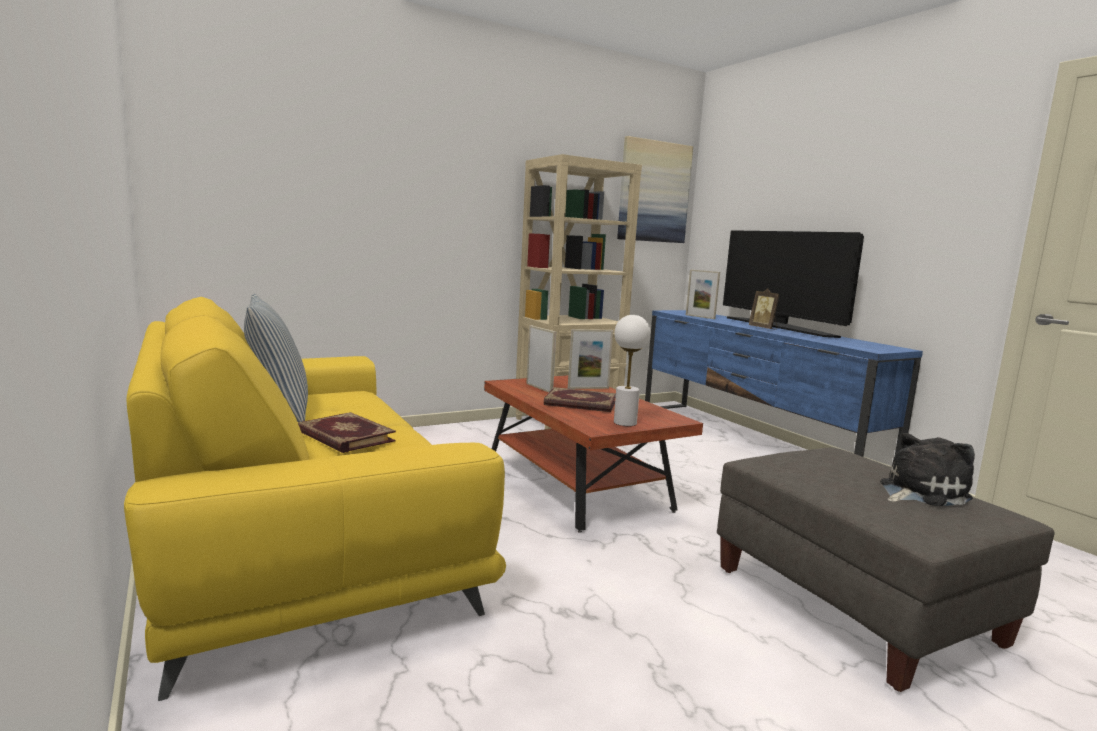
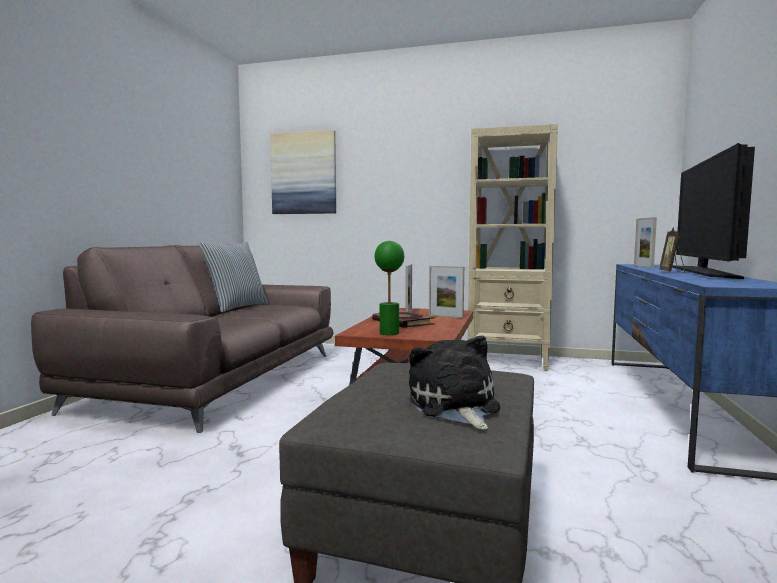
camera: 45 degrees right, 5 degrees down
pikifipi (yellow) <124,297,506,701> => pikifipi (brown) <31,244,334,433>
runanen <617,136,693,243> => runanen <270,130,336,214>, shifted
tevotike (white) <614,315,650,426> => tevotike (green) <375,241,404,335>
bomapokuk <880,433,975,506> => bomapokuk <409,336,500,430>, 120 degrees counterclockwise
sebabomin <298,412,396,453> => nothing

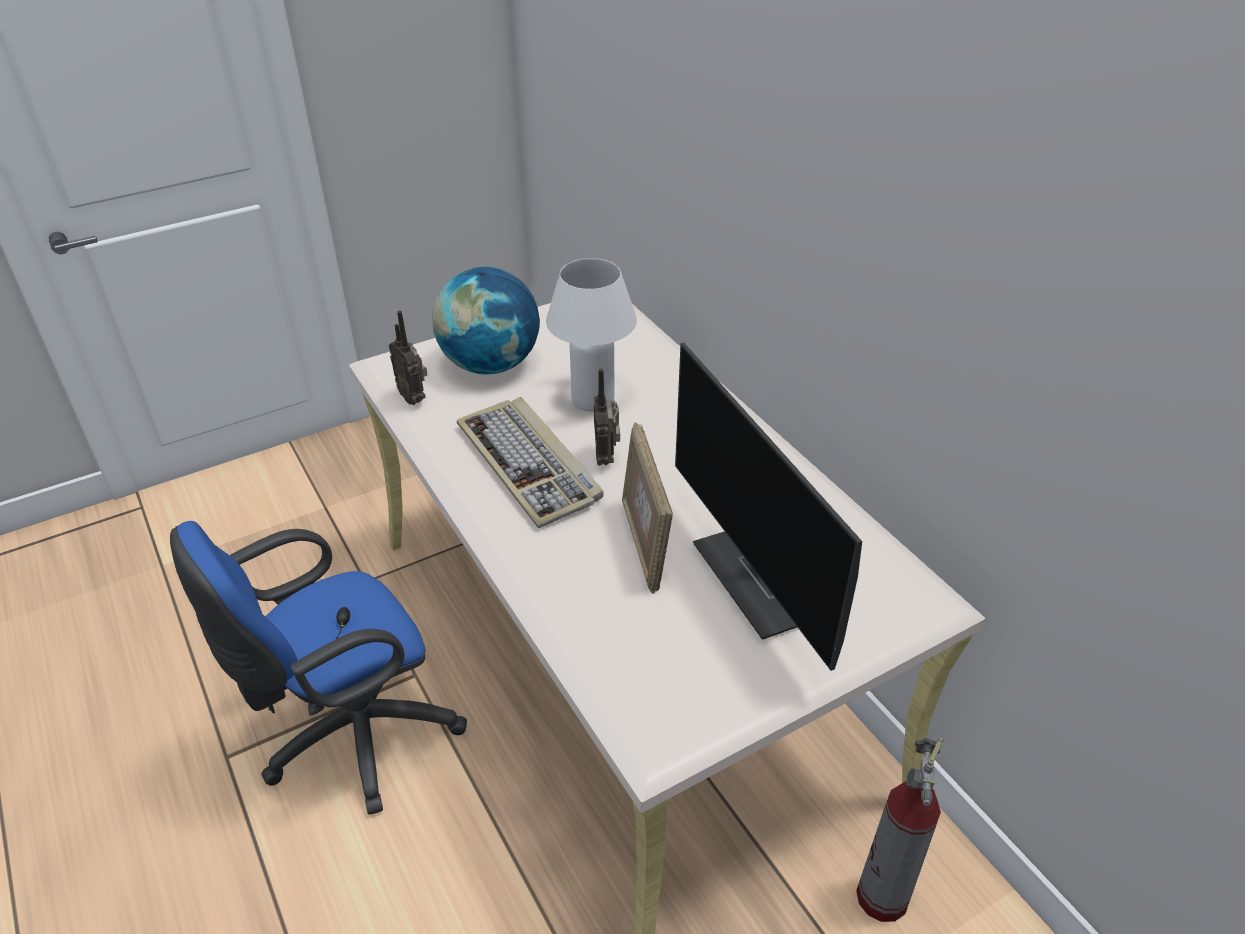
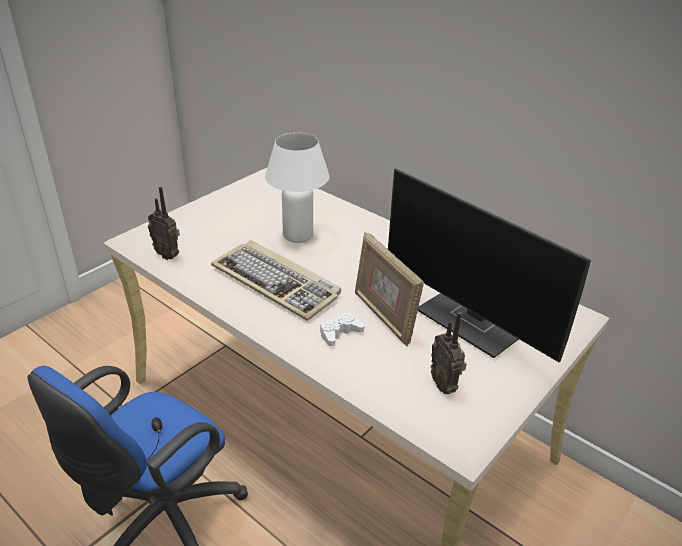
camera: 20 degrees left, 5 degrees down
nothing => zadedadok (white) <320,312,364,346>
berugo <594,369,620,466> => berugo <431,312,467,394>, shifted
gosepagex <432,267,540,375> => nothing
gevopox <856,737,944,922> => nothing

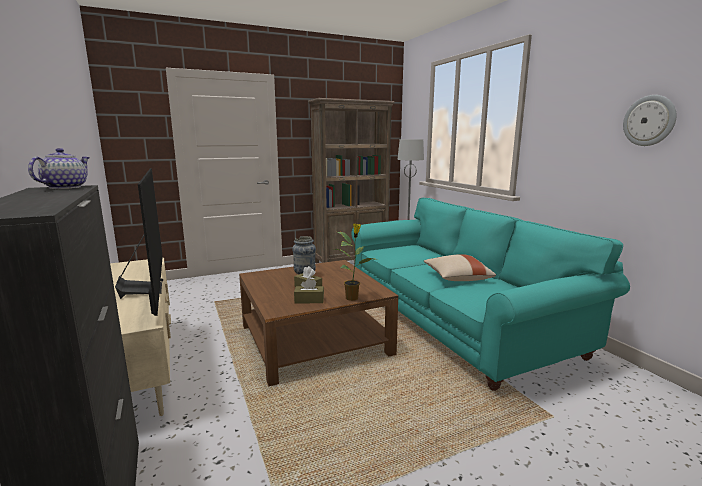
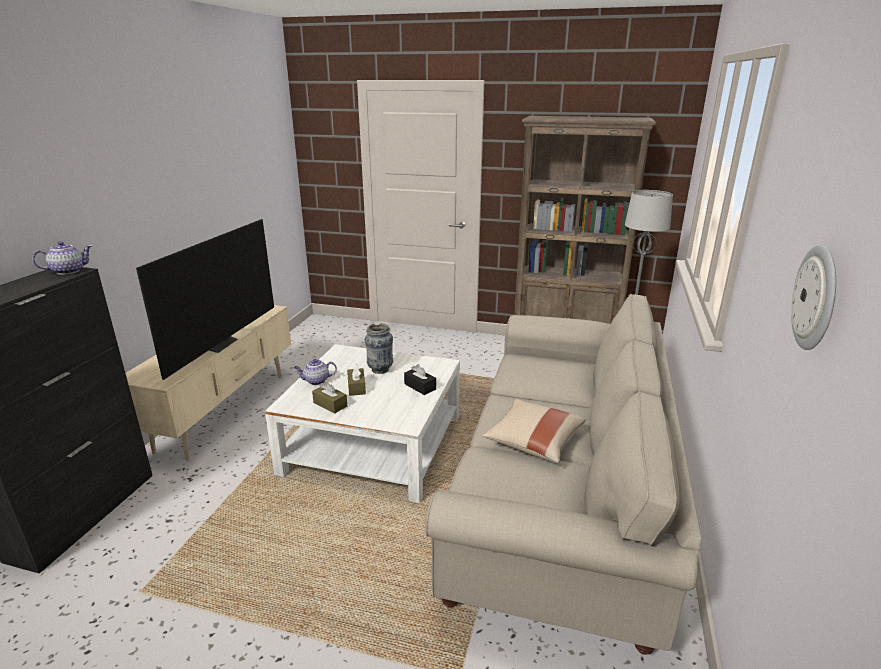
camera: 40 degrees right, 10 degrees up
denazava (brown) <239,260,398,386> => denazava (white) <265,344,460,503>
nothing => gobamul <294,359,337,385>
nothing => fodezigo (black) <404,364,436,395>
pikifipi (turquoise) <351,198,630,391> => pikifipi (beige) <425,294,701,655>
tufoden <333,223,377,301> => nothing

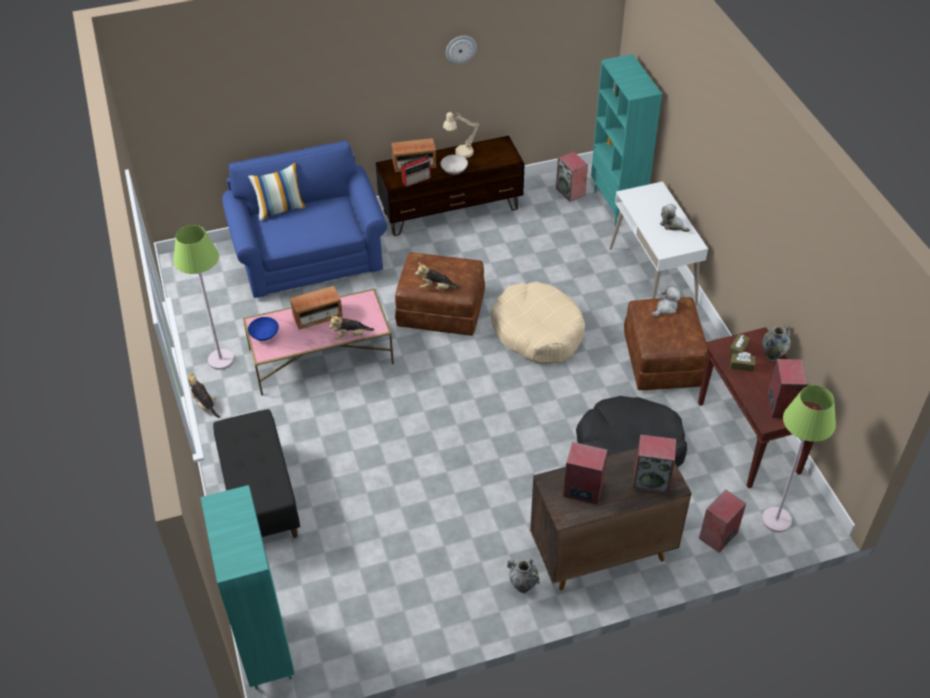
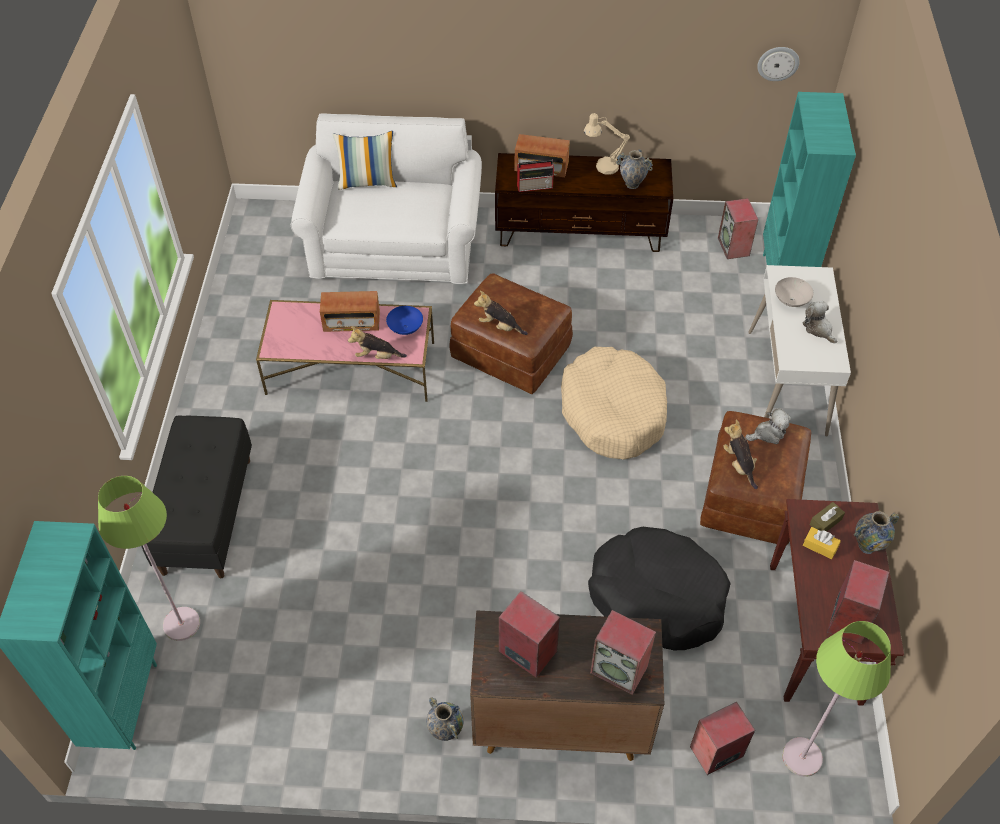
camera: 20 degrees right, 5 degrees up
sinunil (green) <174,225,234,370> => sinunil (green) <98,476,200,641>, shifted
pikifipi (blue) <222,140,387,298> => pikifipi (white) <291,114,482,284>
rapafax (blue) <248,317,279,341> => rapafax (blue) <386,306,423,335>, shifted
nothing => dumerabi <616,149,653,189>
bomapokuk <188,372,220,418> => bomapokuk <723,419,758,489>, shifted
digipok <446,36,477,64> => digipok <757,47,800,81>, shifted
rapafax (white) <440,155,468,174> => rapafax (white) <775,277,814,307>, shifted
fodezigo (brown) <730,352,755,372> => fodezigo (yellow) <803,527,841,559>

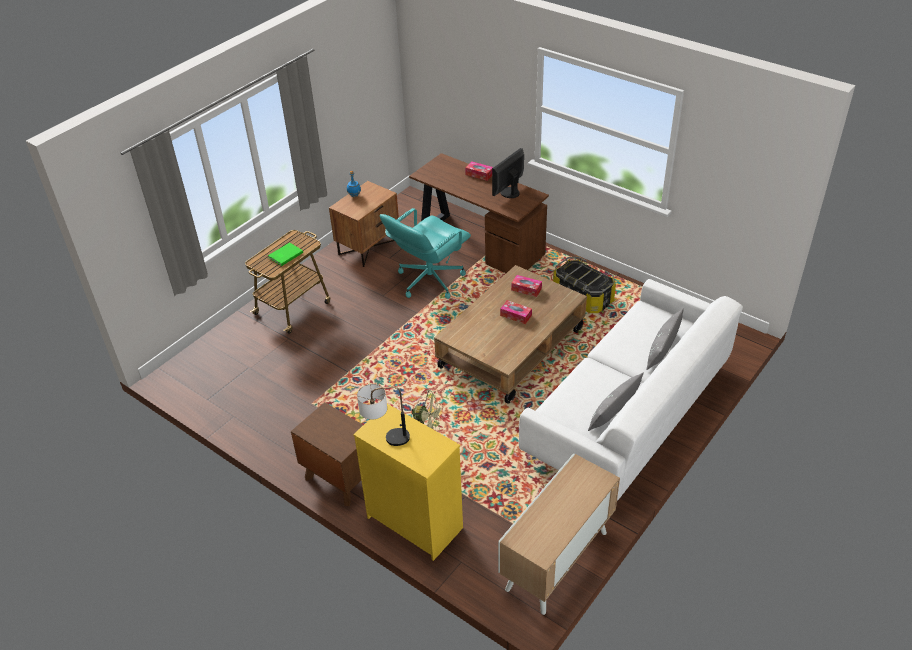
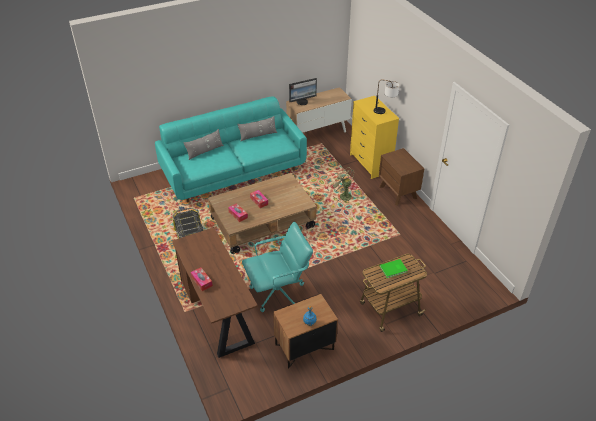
camera: 155 degrees left, 0 degrees up
pikifipi (white) <519,279,743,501> => pikifipi (turquoise) <155,96,307,202>
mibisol <492,148,524,198> => mibisol <289,78,317,105>, shifted

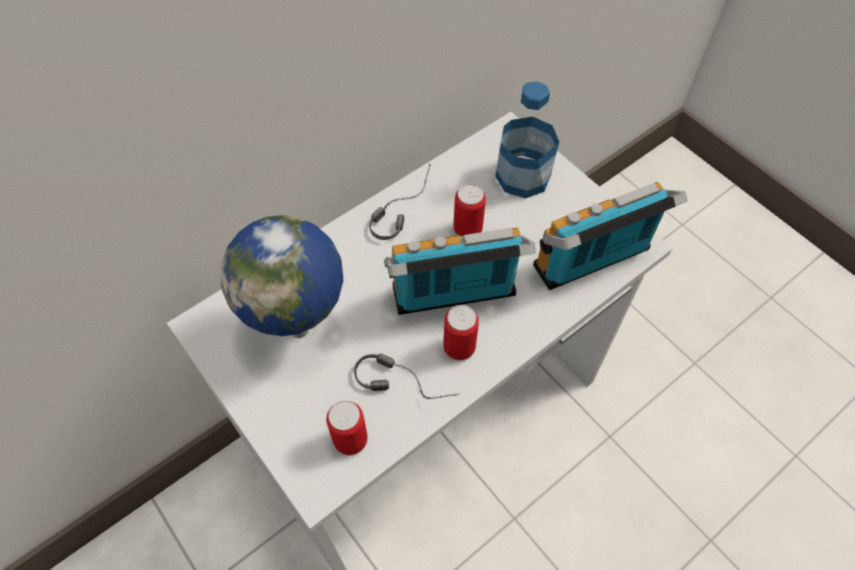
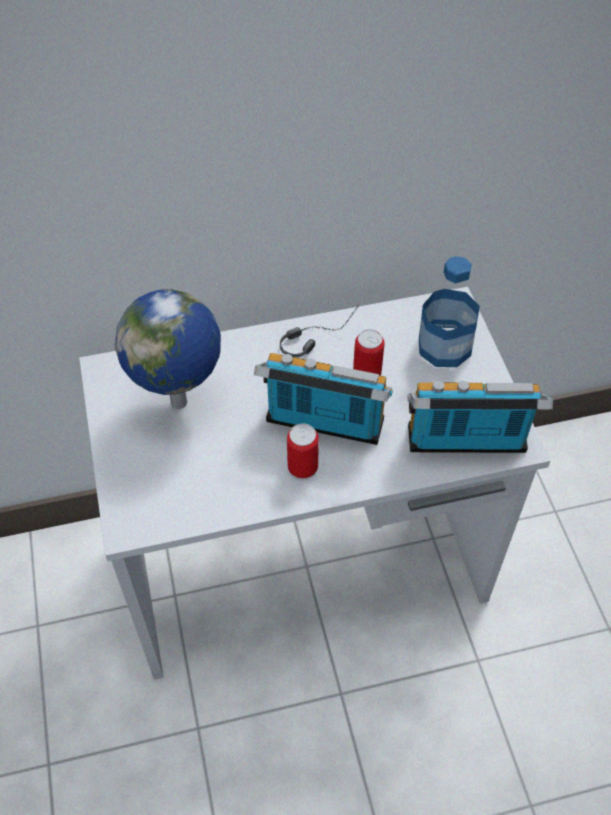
camera: 25 degrees right, 5 degrees down
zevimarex <326,401,368,456> => nothing
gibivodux <354,354,460,399> => nothing

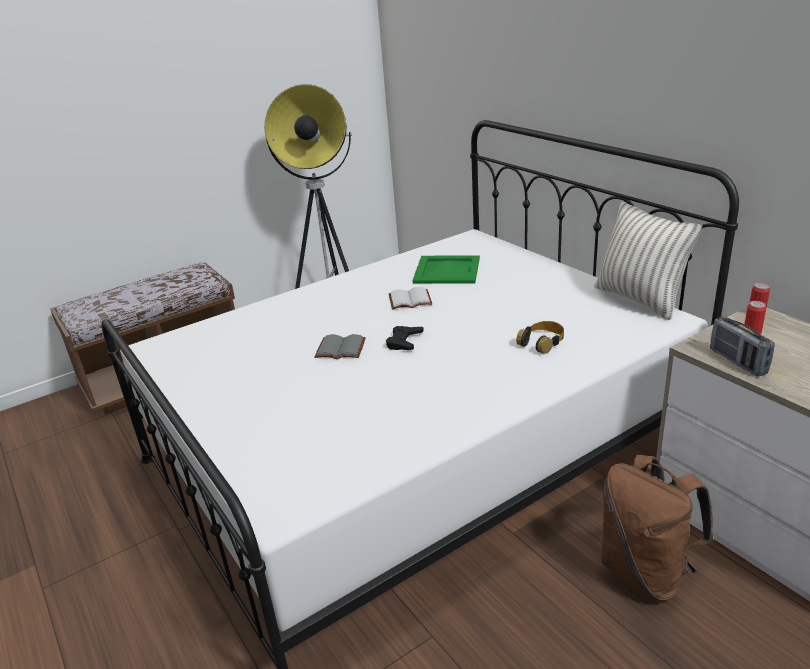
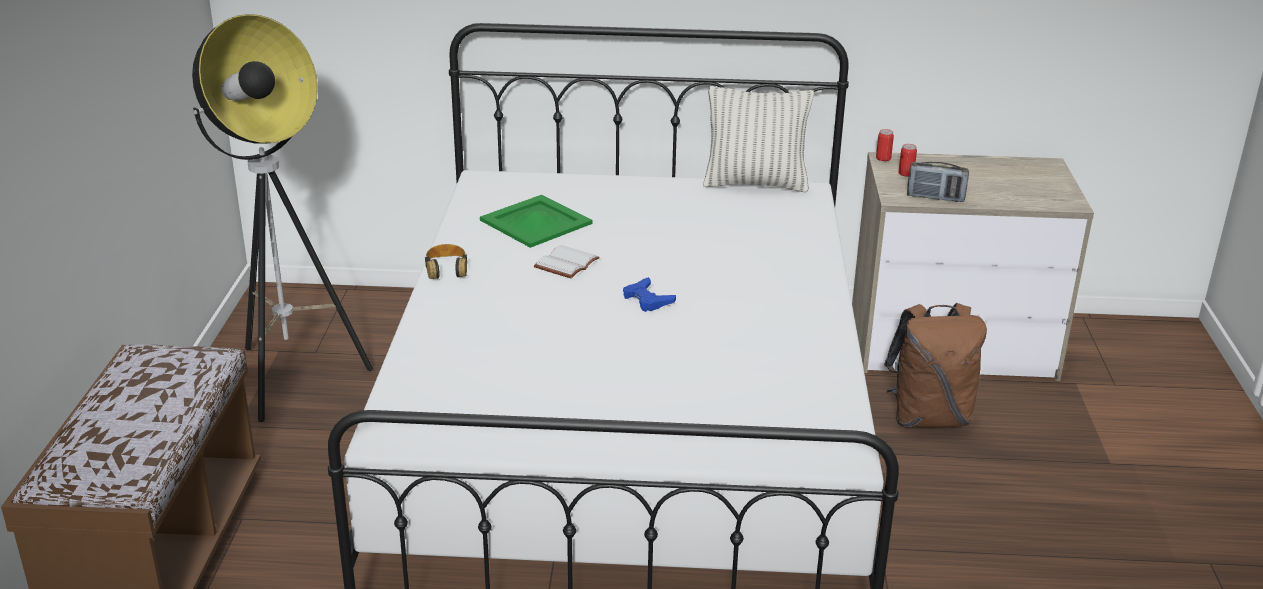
camera: 55 degrees left, 0 degrees up
gibivodux <516,321,564,354> => gibivodux <425,244,467,279>, shifted
zadedadok (black) <386,326,424,350> => zadedadok (blue) <623,277,676,312>
sebabomin (grey) <314,334,366,359> => nothing

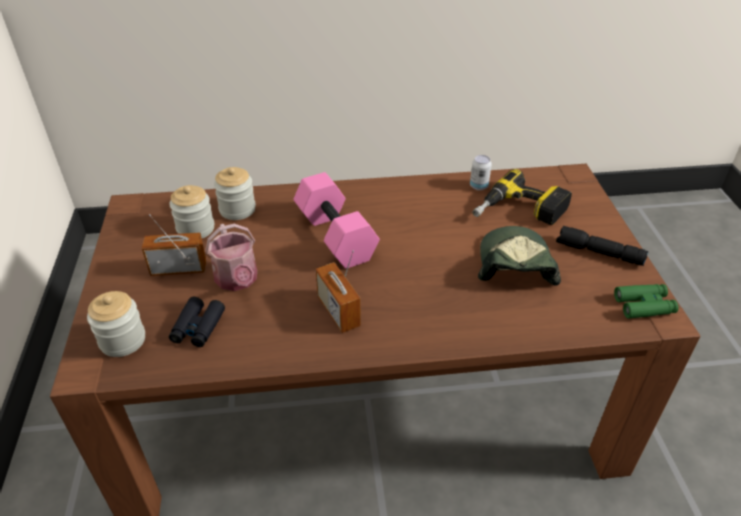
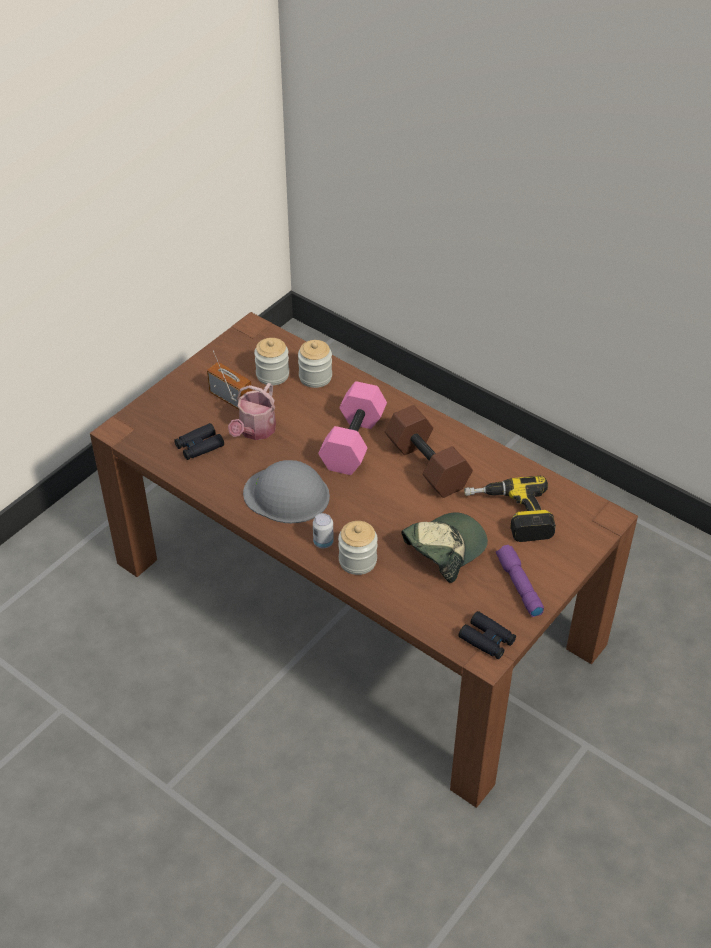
camera: 45 degrees right, 5 degrees up
berugo <316,250,361,333> => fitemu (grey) <243,460,330,523>
zevimarex <470,155,492,190> => zevimarex <313,513,334,548>, shifted
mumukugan <87,291,145,357> => mumukugan <338,521,378,575>, shifted
nothing => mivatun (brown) <385,405,473,498>
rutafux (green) <614,284,679,319> => rutafux (black) <459,611,516,659>
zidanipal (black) <556,226,649,266> => zidanipal (purple) <496,545,544,617>

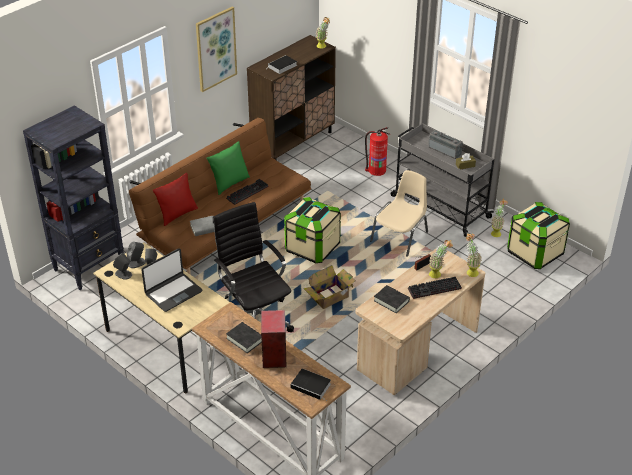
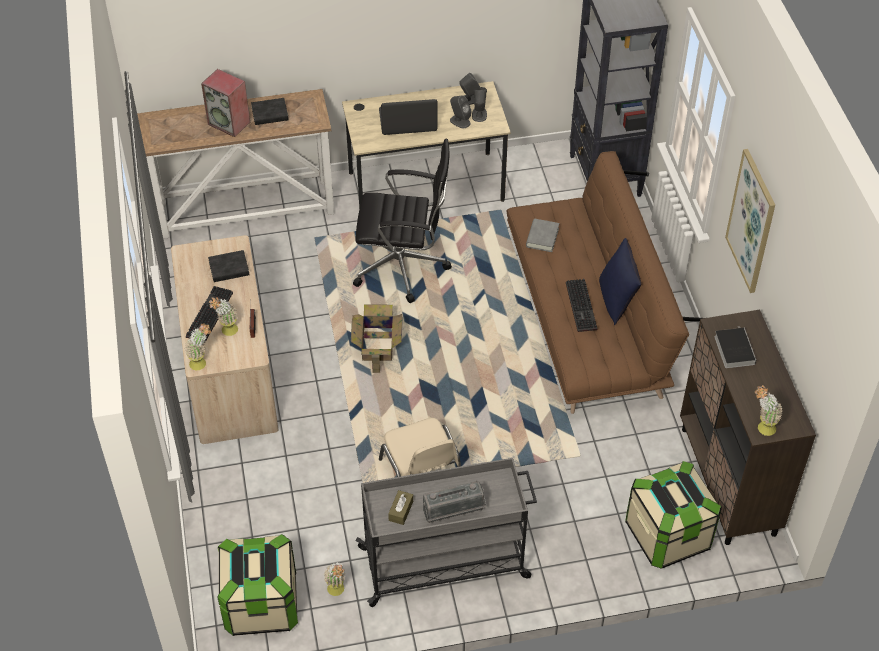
camera: 125 degrees right, 10 degrees up
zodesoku <141,248,202,312> => zodesoku <379,99,437,135>, 90 degrees clockwise
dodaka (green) <206,141,250,195> => dodaka (blue) <599,238,641,325>
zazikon <284,197,341,263> => zazikon <625,461,722,569>, shifted
dodaka (red) <153,173,198,226> => nothing
sebabomin <291,368,331,401> => nothing
gevopox <365,127,390,176> => nothing

